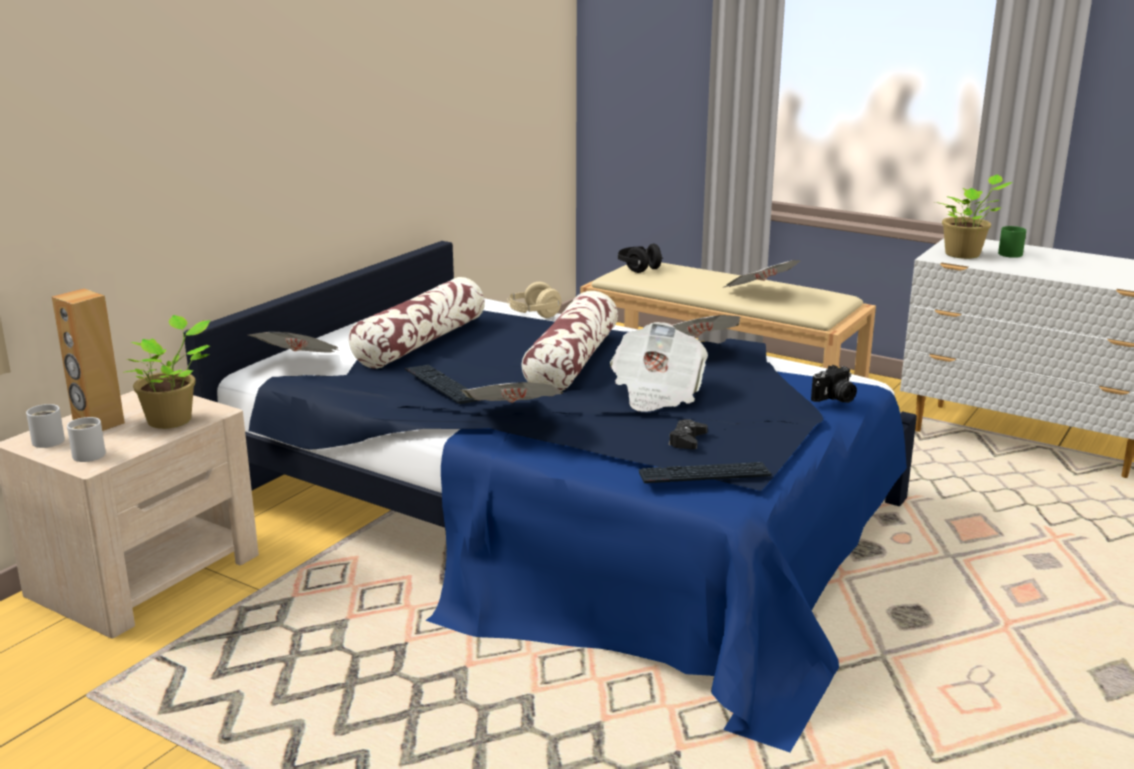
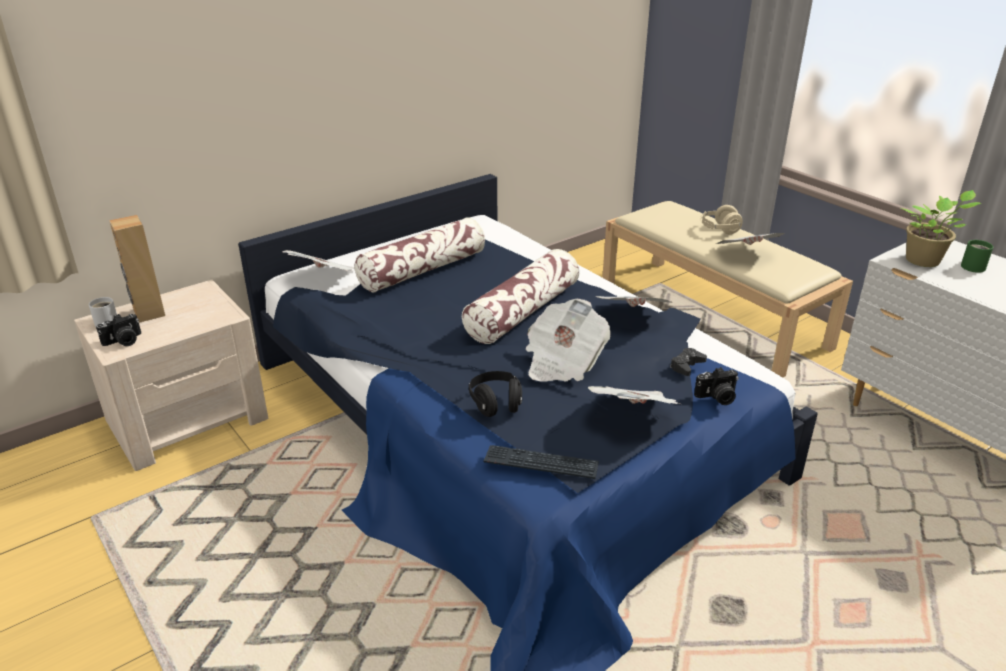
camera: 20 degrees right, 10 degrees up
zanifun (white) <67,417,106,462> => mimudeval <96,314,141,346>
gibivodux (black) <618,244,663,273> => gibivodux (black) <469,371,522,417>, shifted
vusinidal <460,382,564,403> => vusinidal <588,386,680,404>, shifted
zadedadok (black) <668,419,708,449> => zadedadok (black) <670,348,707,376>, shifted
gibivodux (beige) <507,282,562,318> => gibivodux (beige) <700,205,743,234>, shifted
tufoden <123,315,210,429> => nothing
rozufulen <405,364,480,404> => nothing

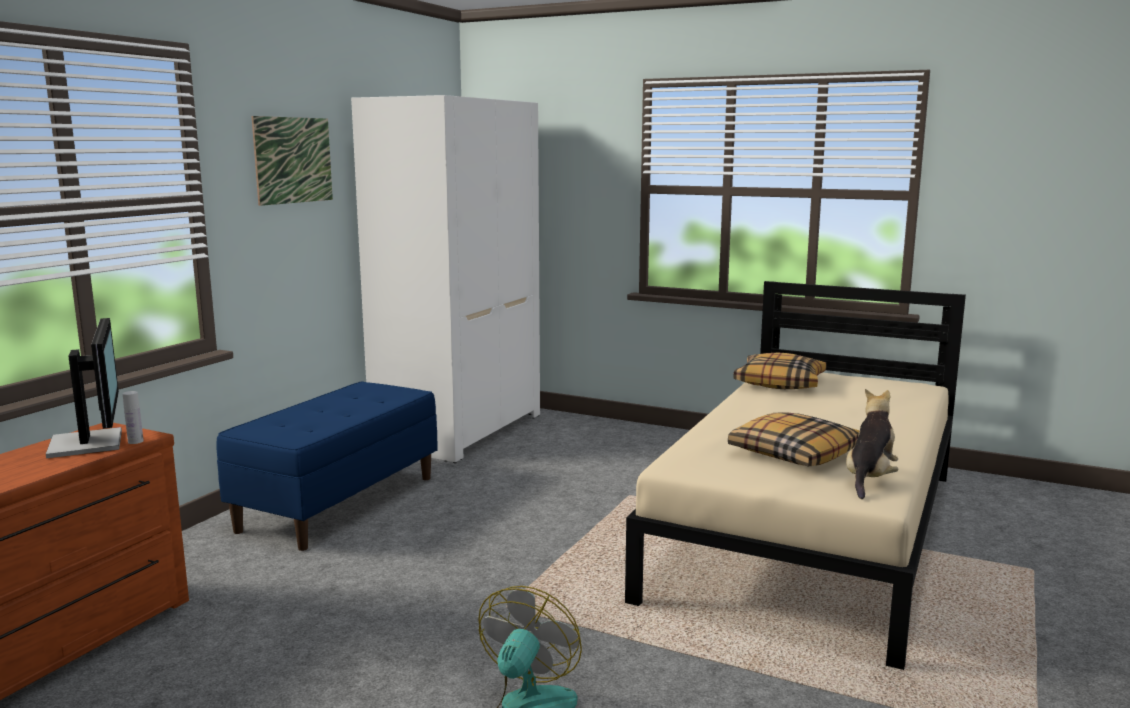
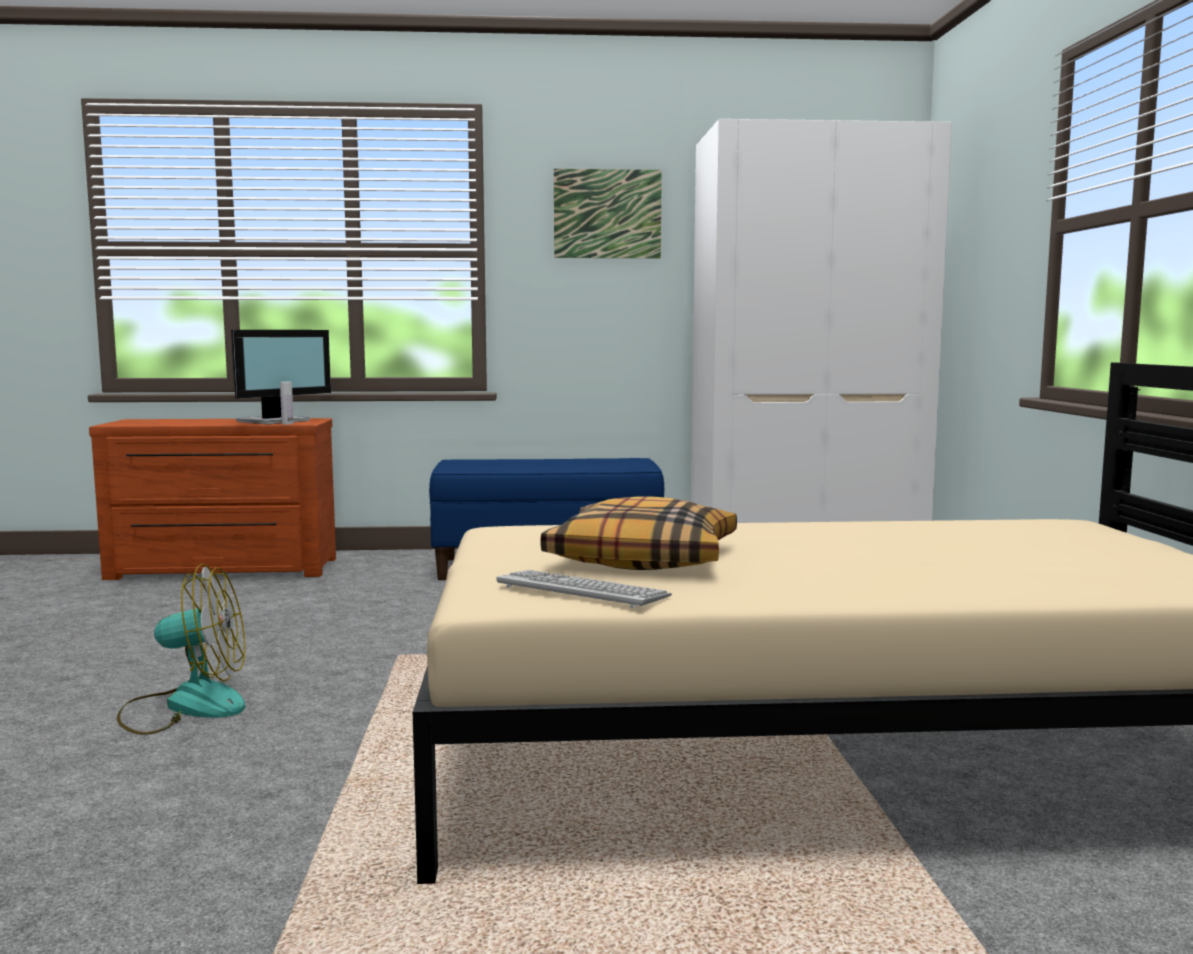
camera: 60 degrees right, 5 degrees down
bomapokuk <846,389,898,499> => rozufulen <496,570,672,608>
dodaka <733,353,826,389> => nothing

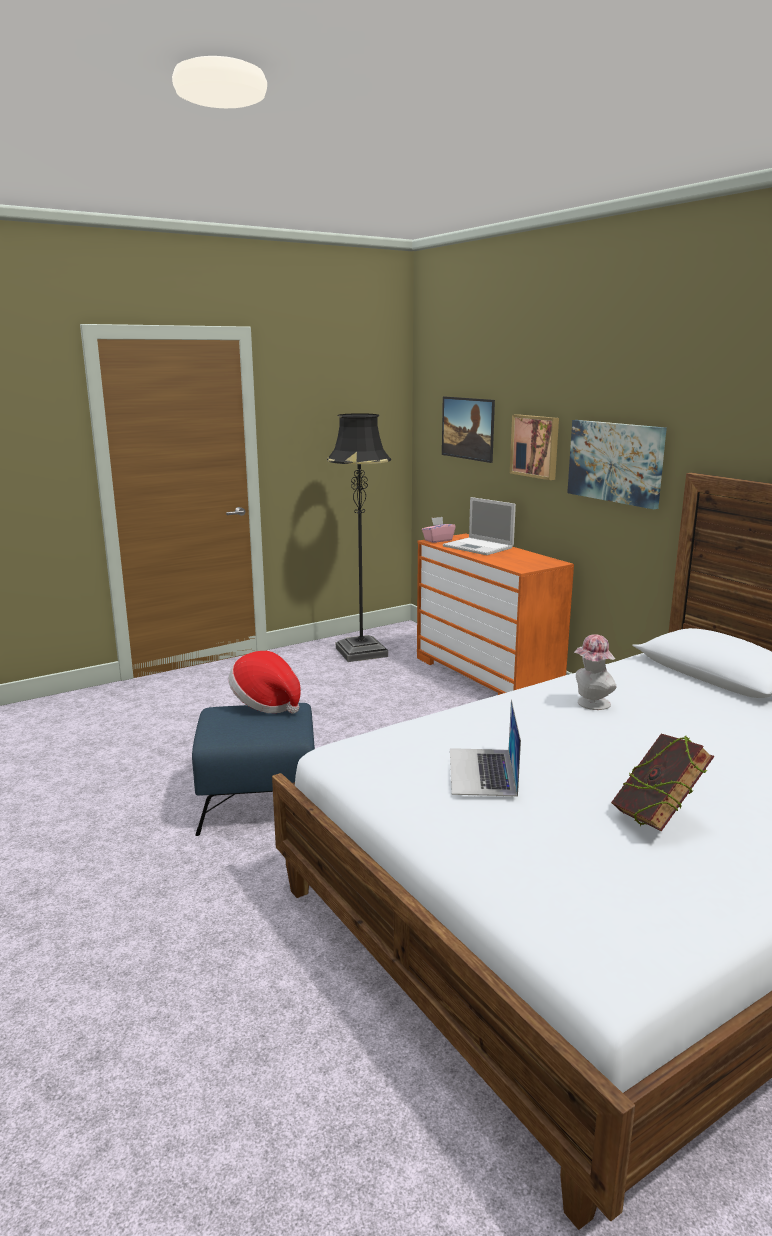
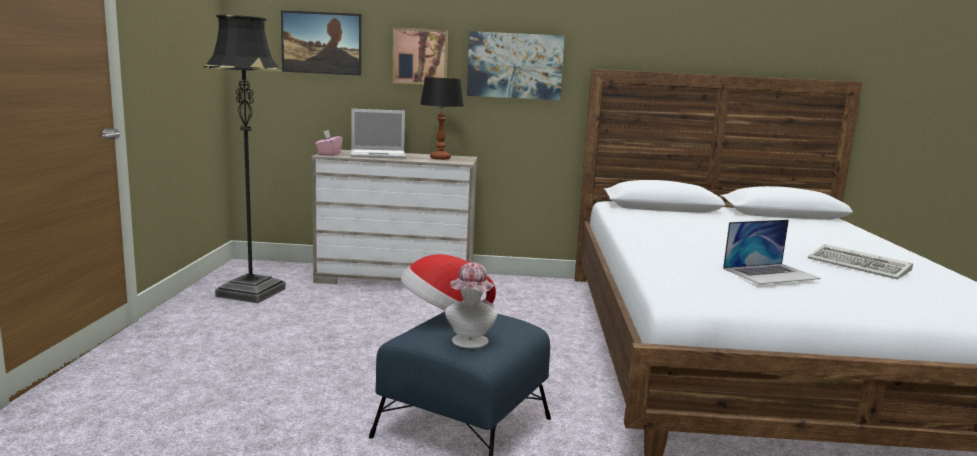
camera: 55 degrees left, 5 degrees down
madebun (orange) <417,534,574,695> => madebun (beige) <311,150,477,284>
nothing => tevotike <420,77,464,160>
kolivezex <574,634,616,710> => kolivezex <445,262,498,349>, shifted
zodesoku <450,699,521,796> => zodesoku <723,220,821,284>, 60 degrees counterclockwise
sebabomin <611,734,714,831> => rozufulen <808,244,913,279>

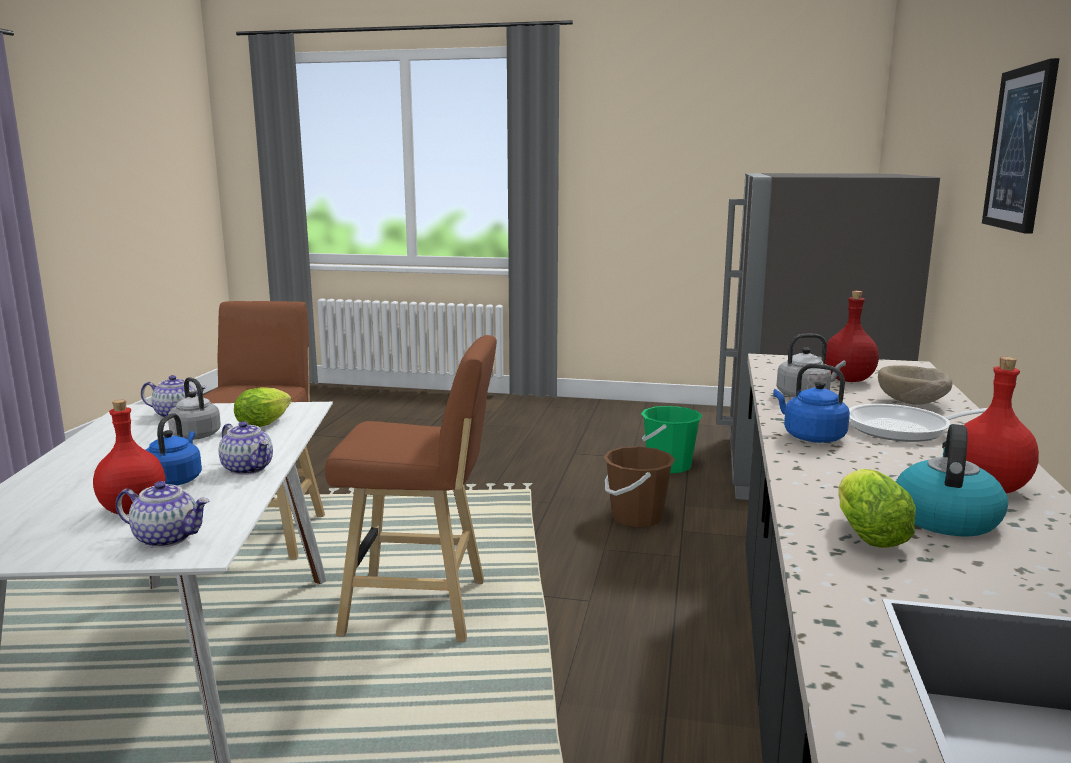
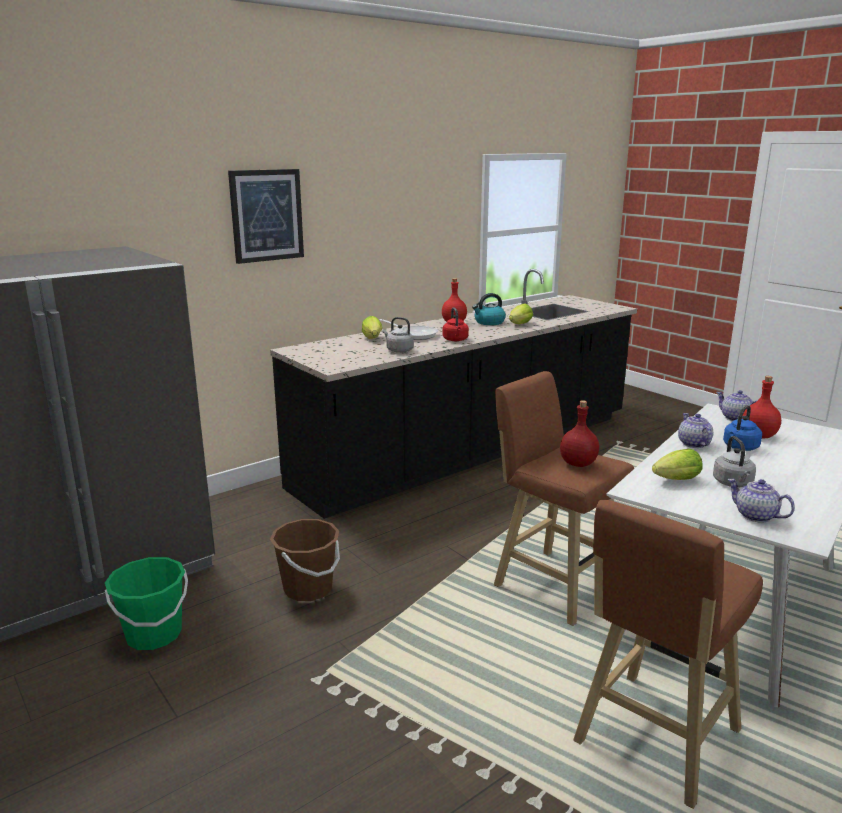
camera: 140 degrees left, 5 degrees up
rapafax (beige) <878,365,953,405> => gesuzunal <362,316,382,339>
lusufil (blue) <773,364,850,443> => lusufil (red) <443,307,469,341>
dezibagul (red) <825,291,879,382> => dezibagul (red) <560,400,599,467>, shifted

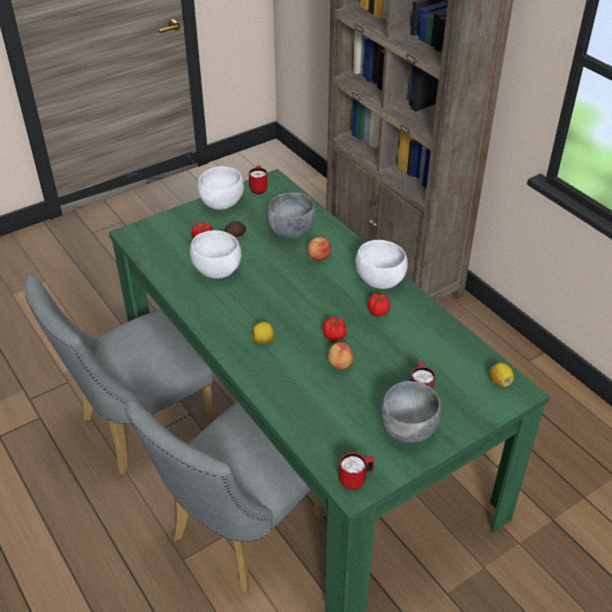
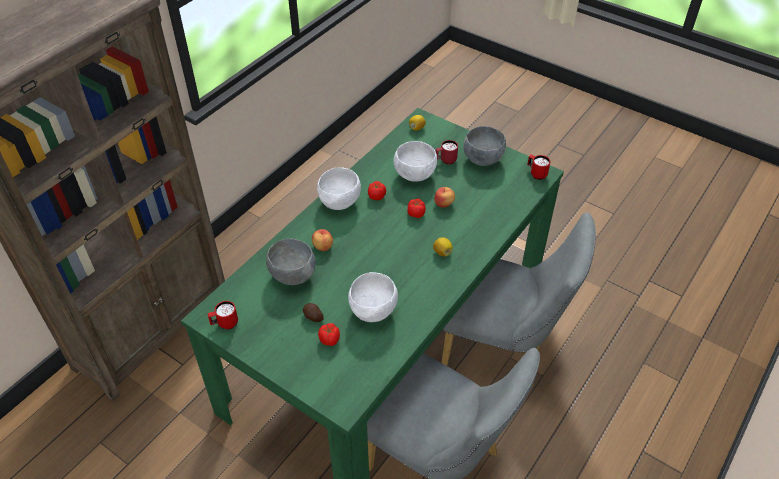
camera: 110 degrees left, 5 degrees up
rapafax (white) <198,166,244,210> => rapafax (white) <394,141,437,182>, shifted

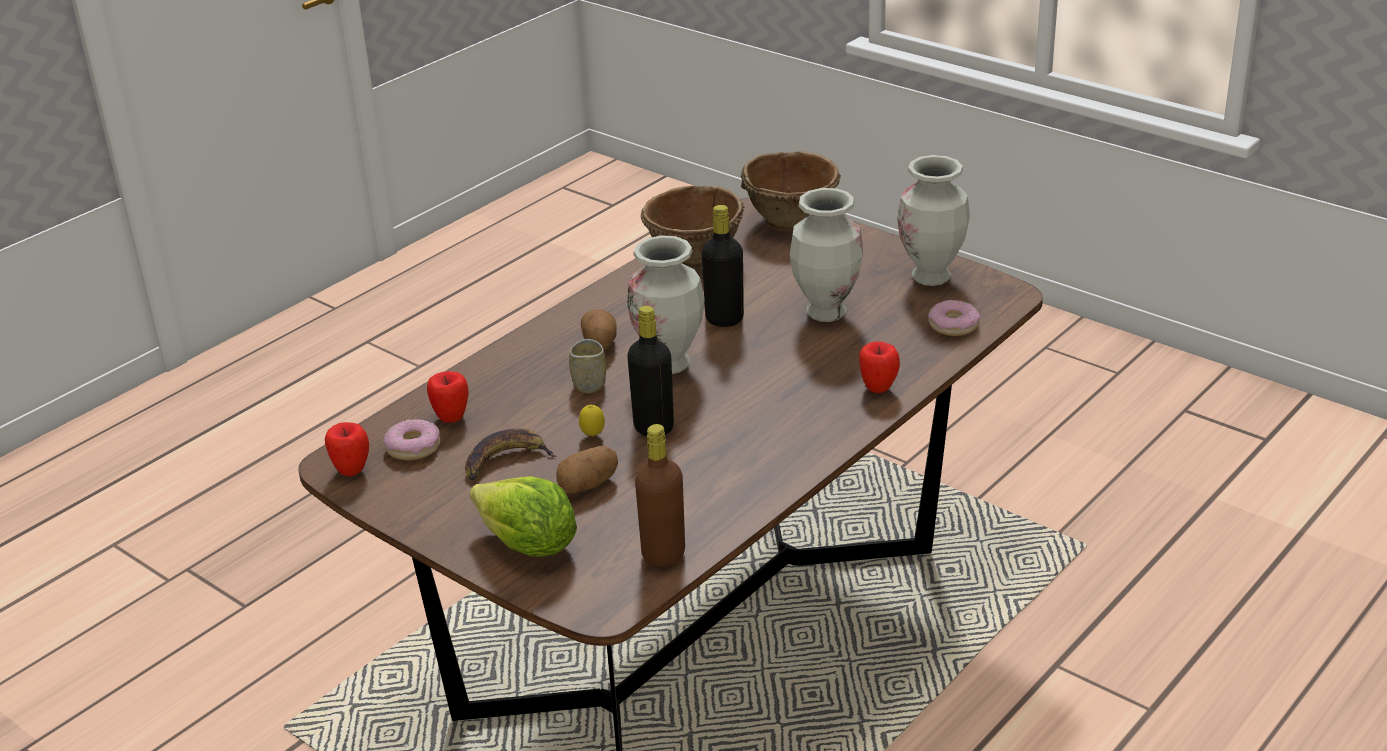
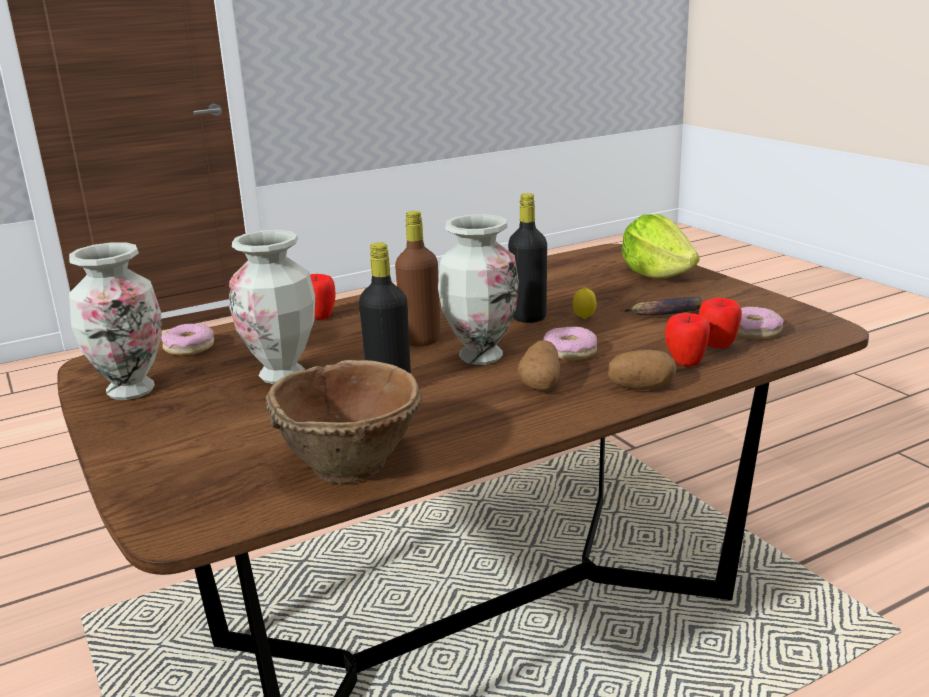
camera: 160 degrees left, 10 degrees down
dezibagul (brown) <635,424,685,567> => dezibagul (brown) <395,211,440,347>, shifted
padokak <569,339,606,393> => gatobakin <543,327,597,360>
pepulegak <556,446,618,494> => pepulegak <608,350,676,390>, shifted
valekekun <325,422,369,476> => valekekun <665,313,710,367>, shifted
rapafax (brown) <741,151,841,231> => nothing

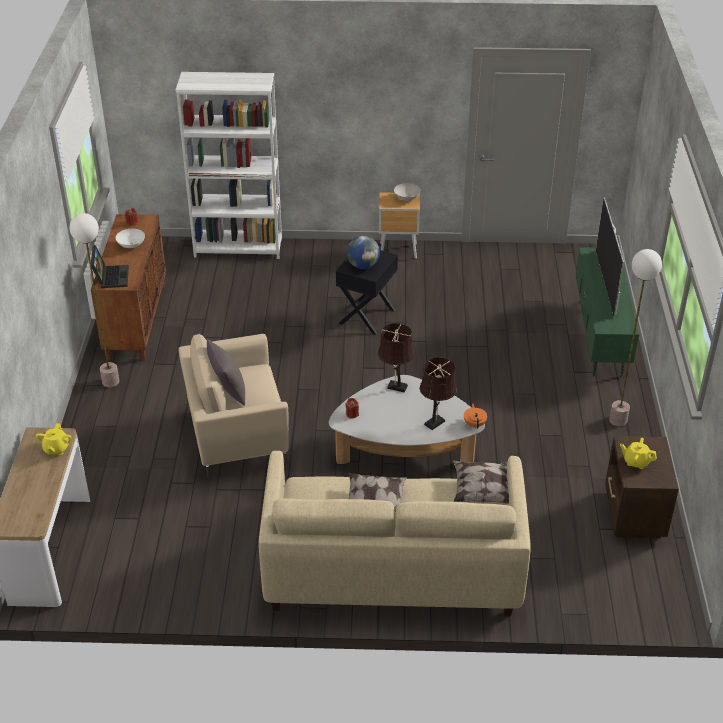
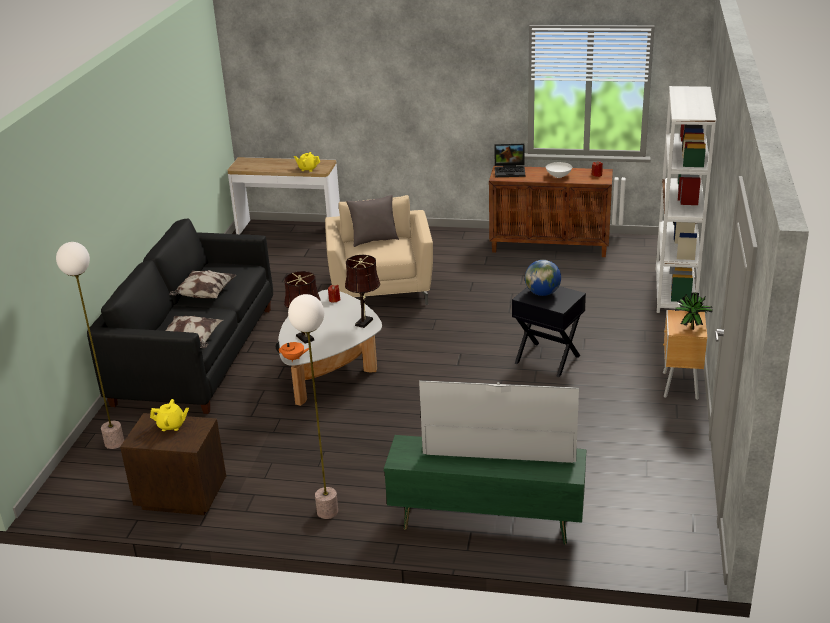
camera: 100 degrees right, 10 degrees down
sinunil <70,213,119,387> => sinunil <56,242,124,449>, shifted
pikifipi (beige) <259,451,531,616> => pikifipi (black) <87,219,273,414>
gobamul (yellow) <620,438,657,469> => gobamul (yellow) <150,399,189,431>, 60 degrees clockwise
rapafax (white) <394,183,421,201> => tufoden <675,292,713,330>

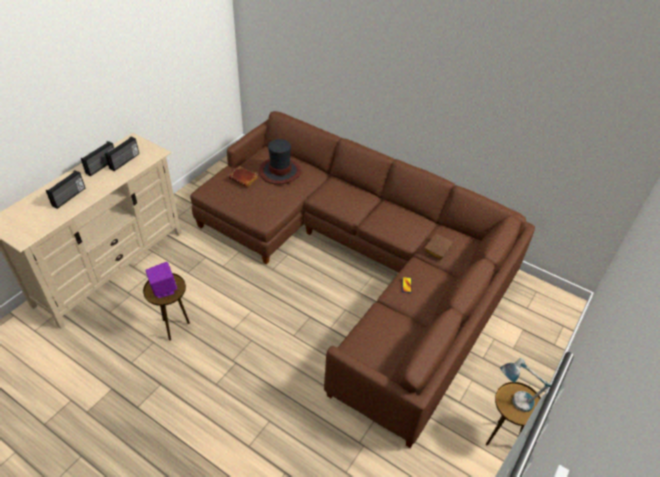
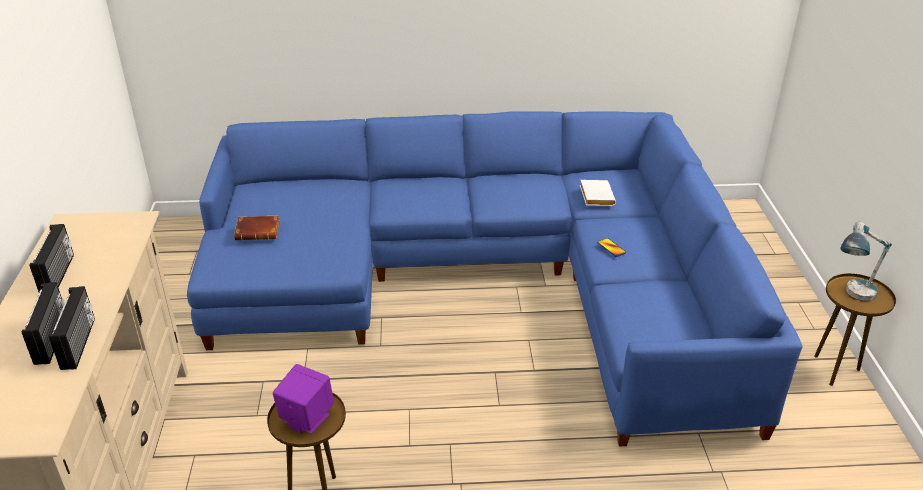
camera: 35 degrees left, 10 degrees down
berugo <105,136,139,171> => berugo <49,286,95,370>, shifted
pikifipi (brown) <190,111,535,448> => pikifipi (blue) <187,111,803,447>
sebabomin (brown) <424,233,453,260> => sebabomin (white) <580,180,616,206>
kolivezex <259,139,301,185> => nothing

